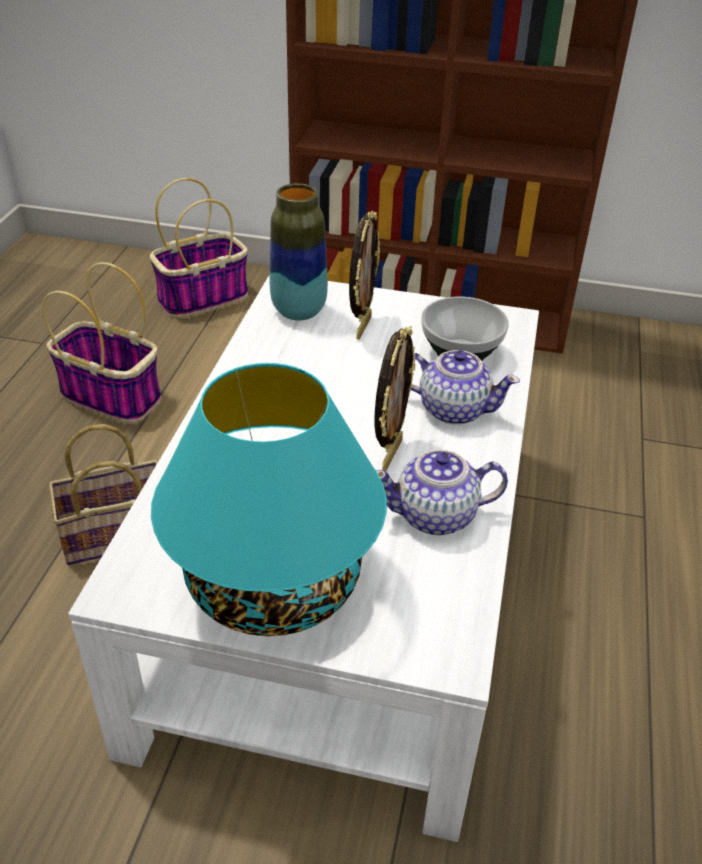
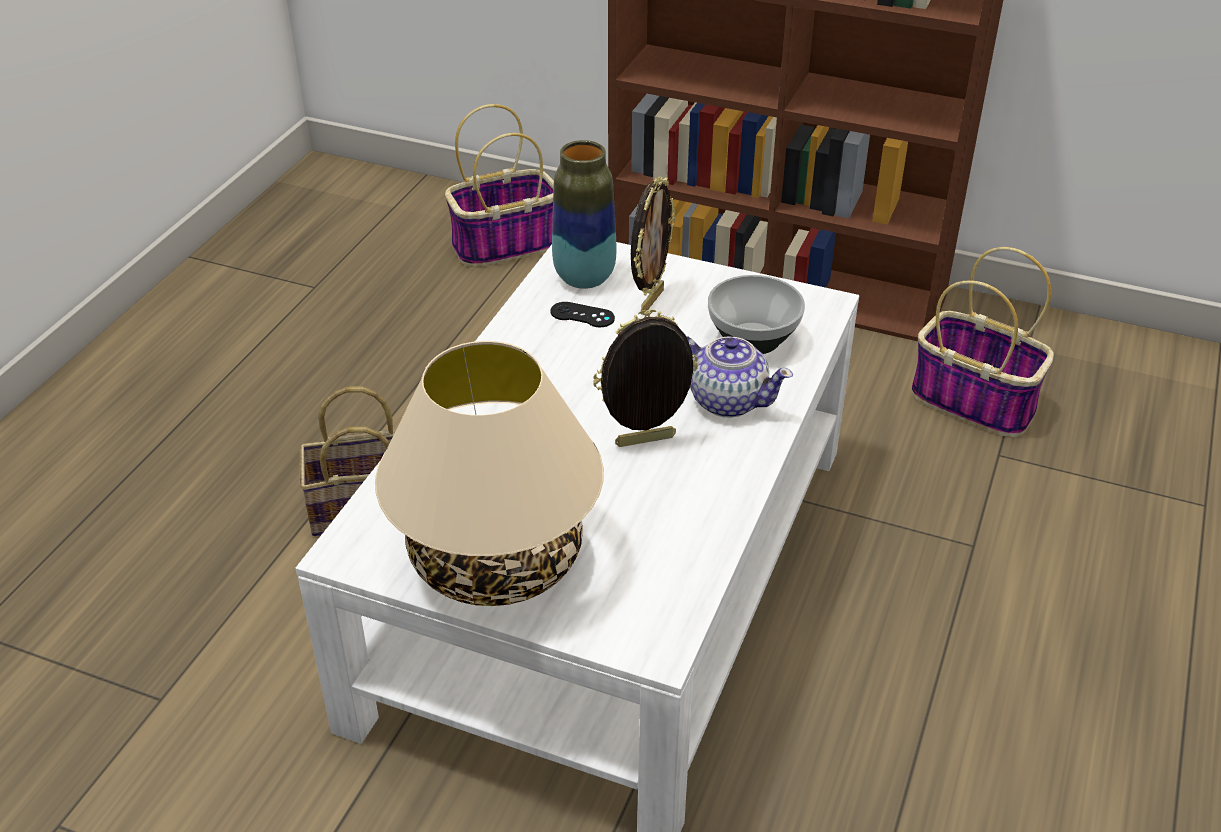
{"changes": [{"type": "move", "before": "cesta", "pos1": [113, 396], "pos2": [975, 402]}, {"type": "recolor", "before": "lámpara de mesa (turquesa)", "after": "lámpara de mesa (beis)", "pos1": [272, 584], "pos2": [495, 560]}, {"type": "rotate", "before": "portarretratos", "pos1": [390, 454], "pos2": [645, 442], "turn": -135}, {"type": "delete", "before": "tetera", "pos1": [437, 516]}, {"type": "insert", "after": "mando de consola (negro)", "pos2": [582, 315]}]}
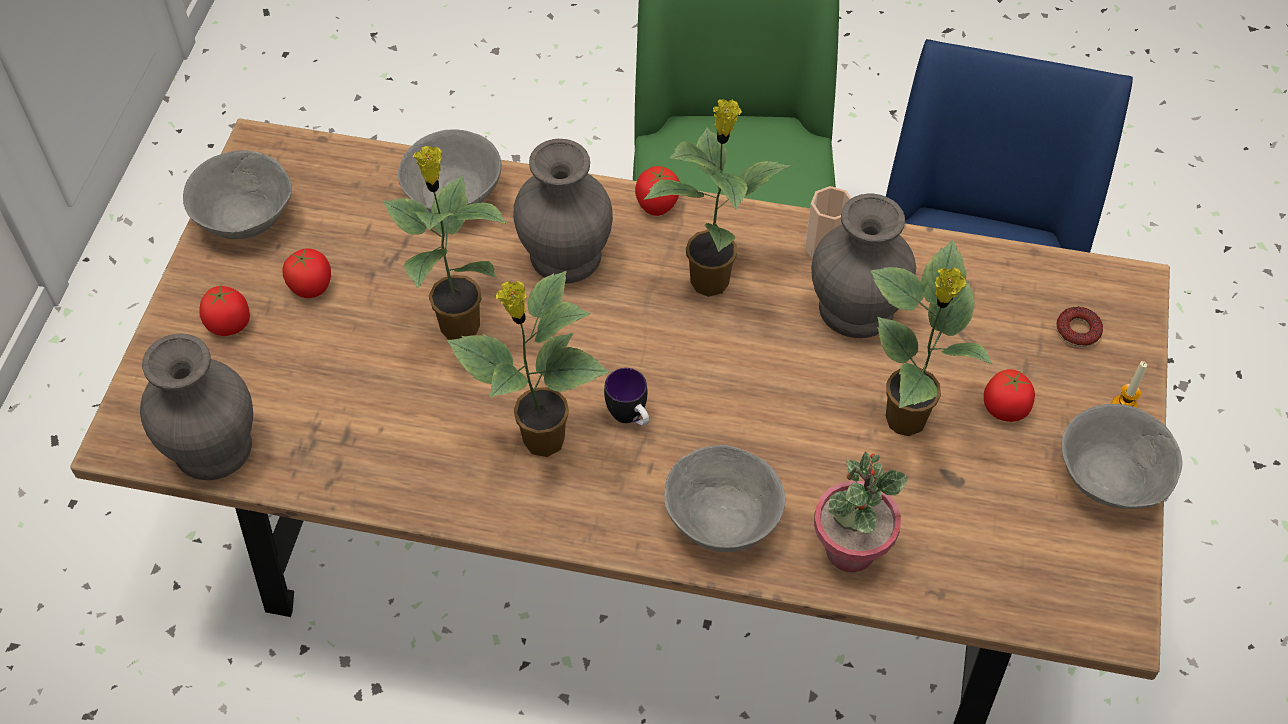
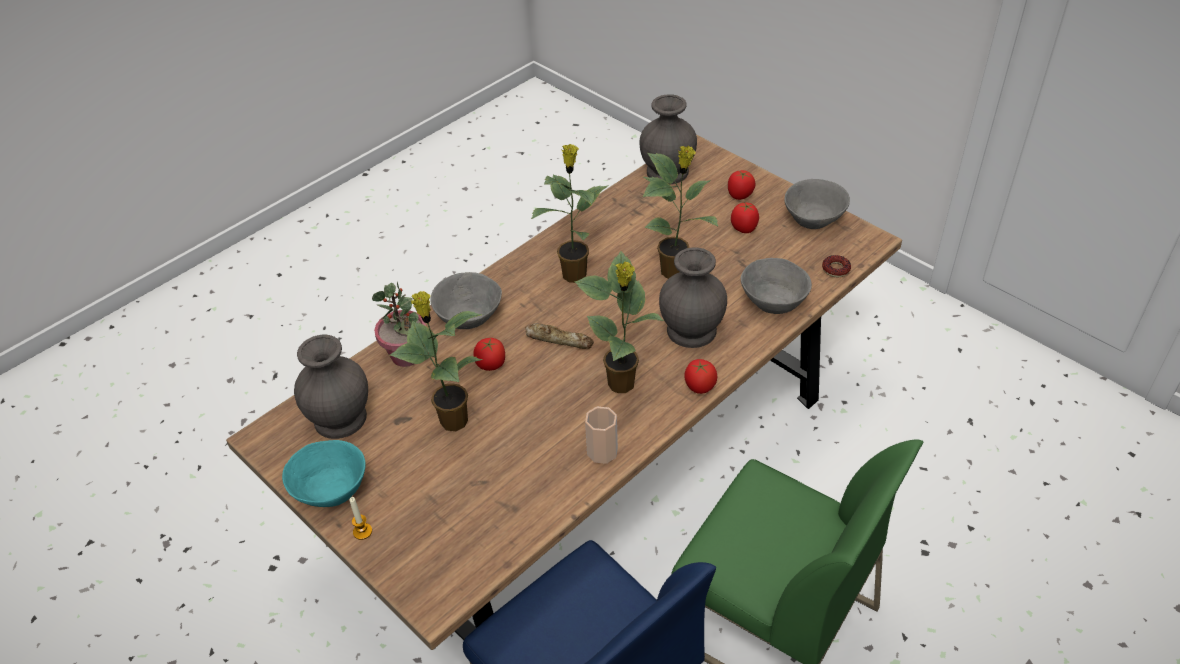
{"changes": [{"type": "delete", "before": "taza grande", "pos1": [630, 418]}, {"type": "move", "before": "florero (gris)", "pos1": [858, 309], "pos2": [338, 419]}, {"type": "move", "before": "tomate", "pos1": [1005, 409], "pos2": [490, 365]}, {"type": "move", "before": "rosquilla", "pos1": [1077, 330], "pos2": [836, 269]}, {"type": "recolor", "before": "cuenco (gris)", "after": "cuenco (turquesa)", "pos1": [1108, 479], "pos2": [332, 490]}, {"type": "insert", "after": "pan", "pos2": [559, 339]}]}
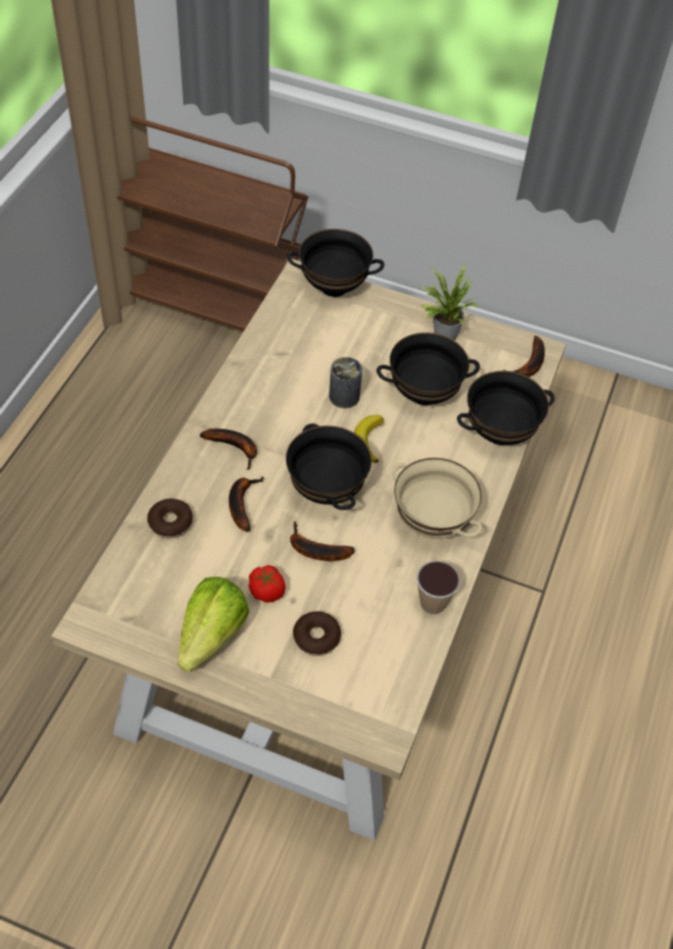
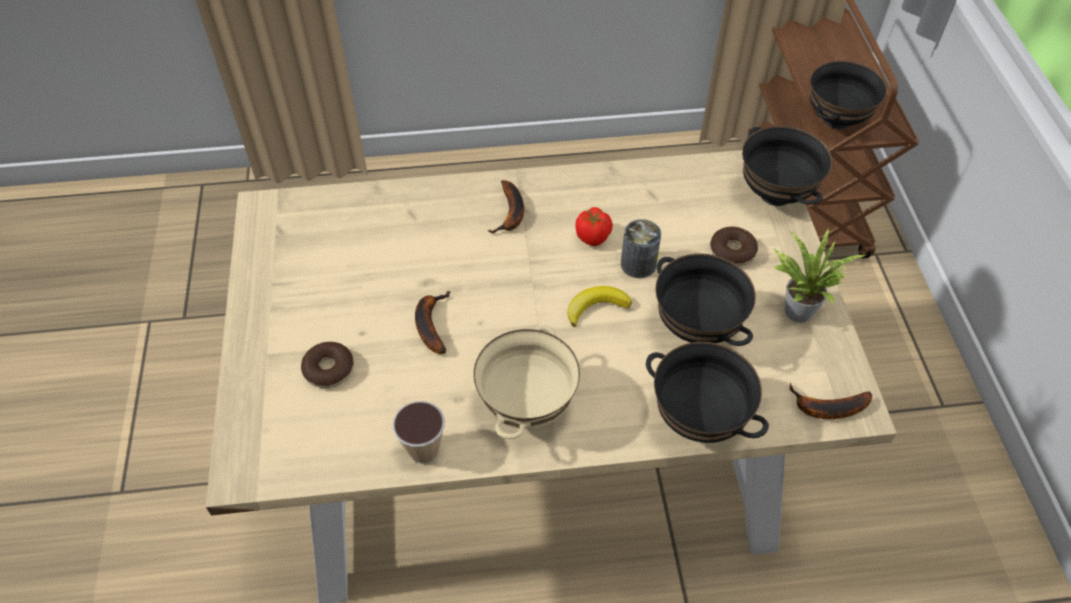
{"changes": [{"type": "move", "before": "rosquilla", "pos1": [170, 523], "pos2": [732, 251]}, {"type": "delete", "before": "lechuga", "pos1": [212, 636]}, {"type": "delete", "before": "plátano", "pos1": [241, 503]}, {"type": "move", "before": "tomate", "pos1": [267, 591], "pos2": [593, 237]}, {"type": "move", "before": "cuenco (negro)", "pos1": [327, 490], "pos2": [837, 120]}]}
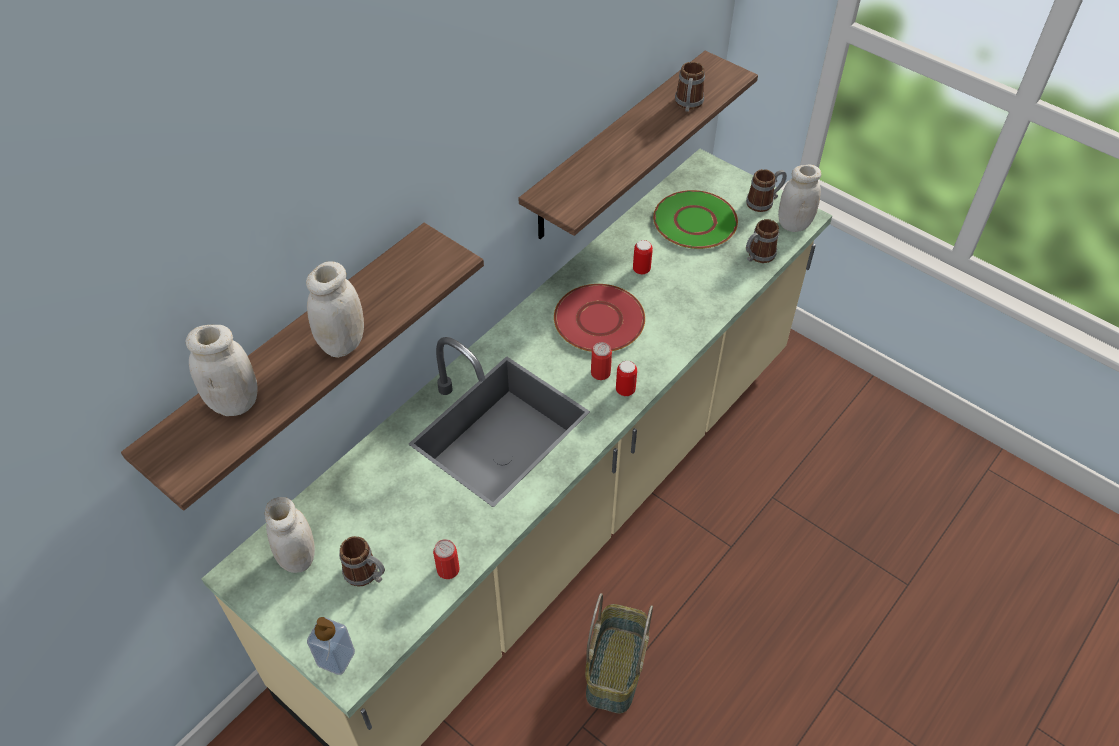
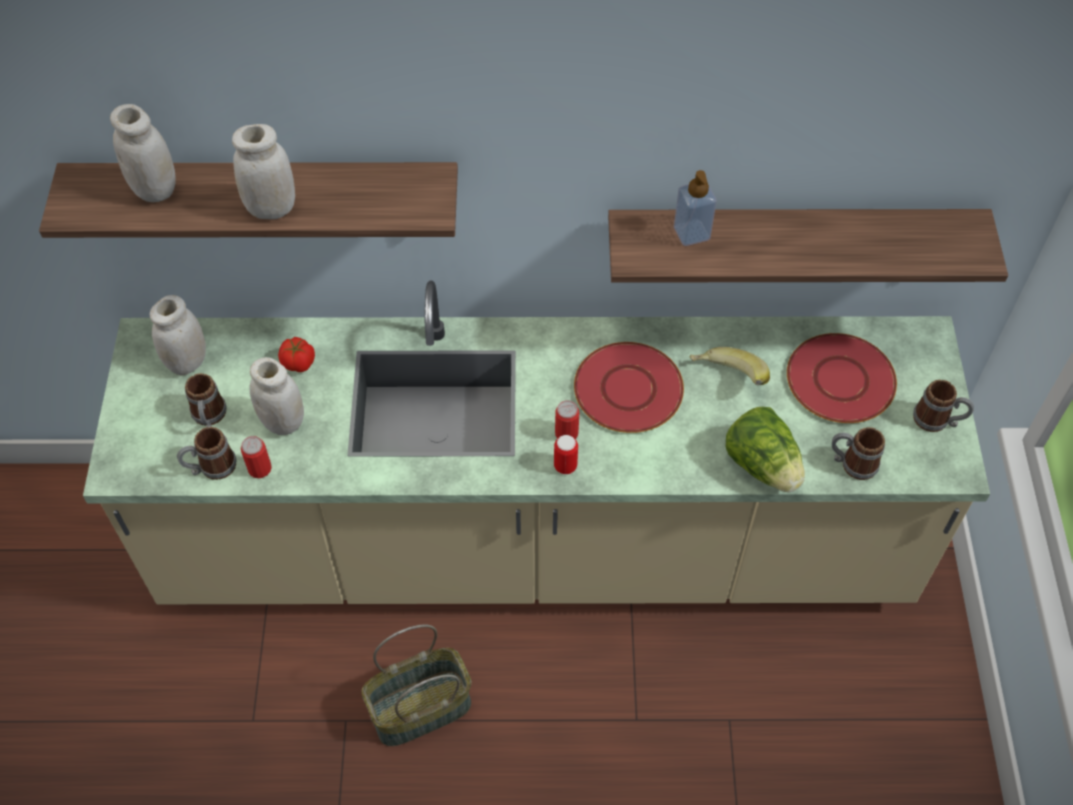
{"changes": [{"type": "move", "before": "dispensador de jabón", "pos1": [336, 658], "pos2": [691, 233]}, {"type": "replace", "before": "lata", "after": "plátano", "pos1": [641, 269], "pos2": [726, 379]}, {"type": "recolor", "before": "plato (verde)", "after": "plato (rojo)", "pos1": [694, 221], "pos2": [839, 379]}, {"type": "move", "before": "taza grande", "pos1": [688, 105], "pos2": [211, 468]}, {"type": "move", "before": "tarro (blanco)", "pos1": [794, 224], "pos2": [283, 421]}, {"type": "insert", "after": "tomate", "pos2": [299, 363]}, {"type": "insert", "after": "lechuga", "pos2": [763, 465]}]}
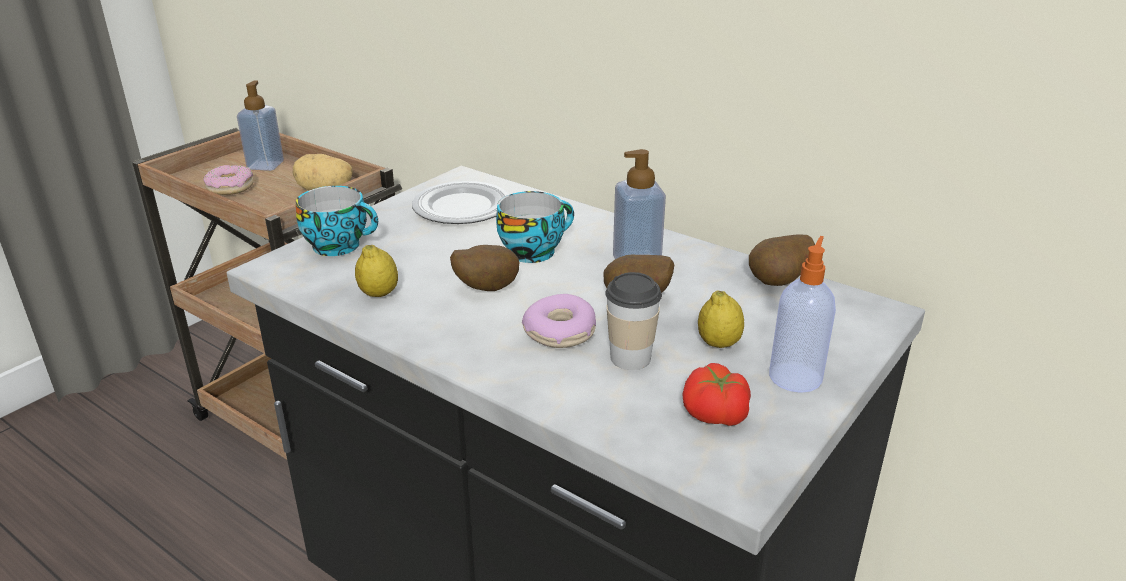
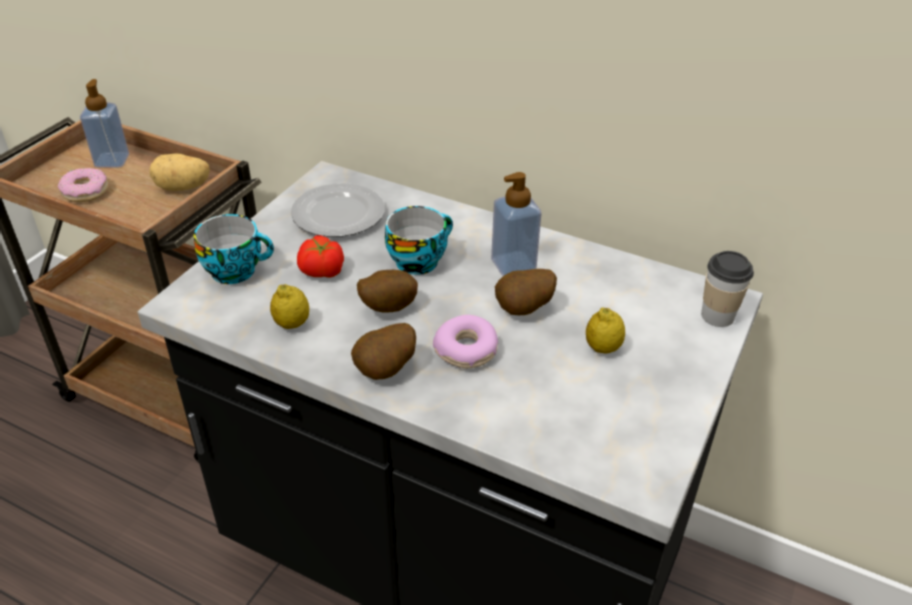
{"changes": [{"type": "move", "before": "taza", "pos1": [630, 358], "pos2": [717, 316]}, {"type": "move", "before": "tomate", "pos1": [714, 414], "pos2": [322, 271]}, {"type": "move", "before": "patata", "pos1": [779, 283], "pos2": [386, 371]}, {"type": "delete", "before": "dispensador de jabón", "pos1": [795, 376]}]}
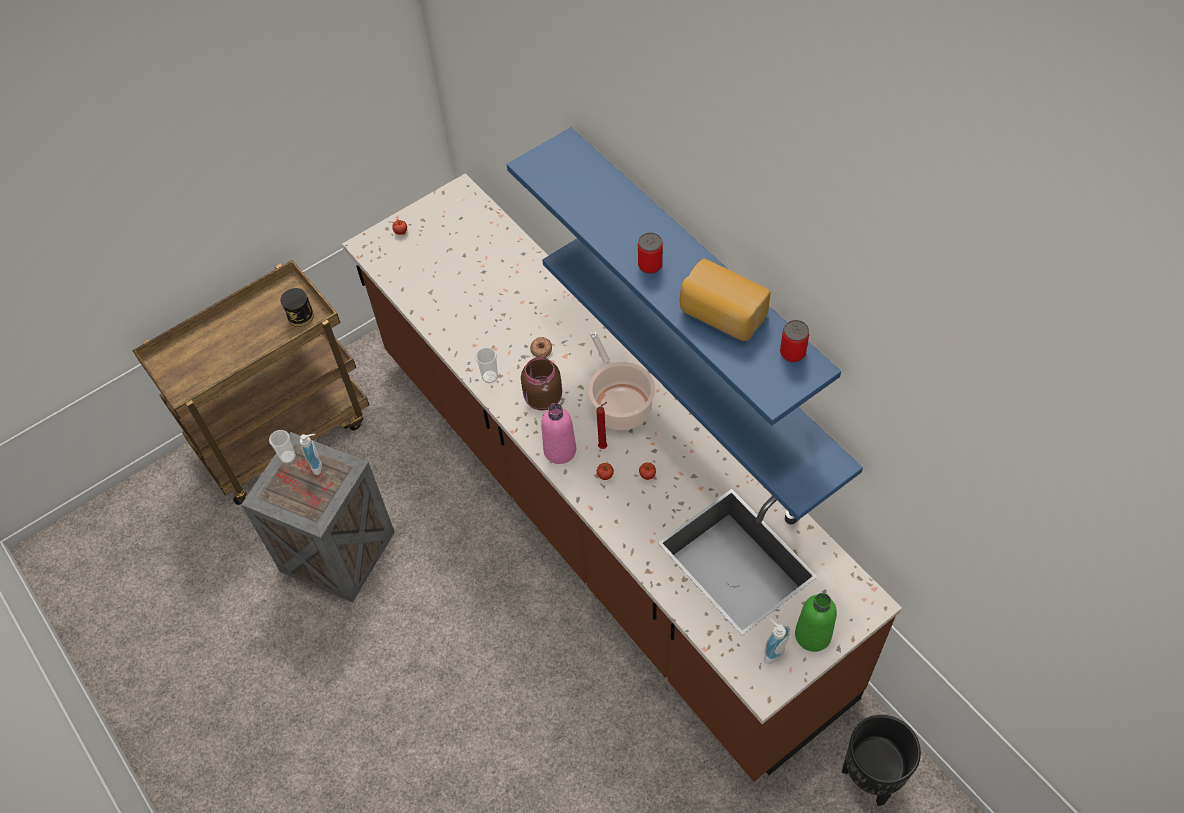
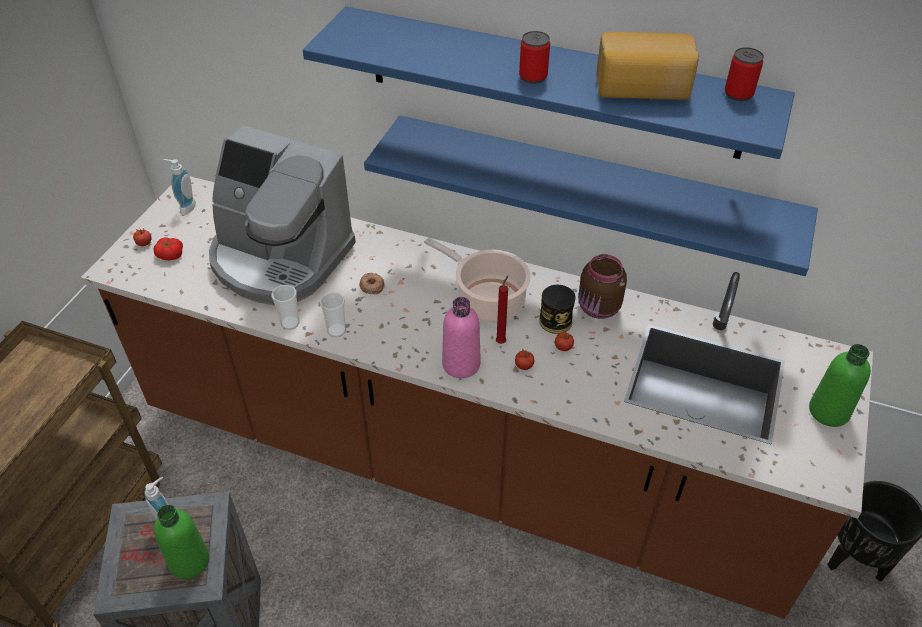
{"changes": [{"type": "move", "before": "taza", "pos1": [288, 457], "pos2": [290, 323]}, {"type": "move", "before": "lata", "pos1": [300, 316], "pos2": [555, 321]}, {"type": "move", "before": "tarro (marrón)", "pos1": [542, 399], "pos2": [598, 309]}, {"type": "move", "before": "dispensador de jabón", "pos1": [771, 651], "pos2": [185, 207]}, {"type": "insert", "after": "tomate", "pos2": [170, 255]}, {"type": "insert", "after": "botella (verde)", "pos2": [189, 561]}, {"type": "insert", "after": "cafetera", "pos2": [280, 259]}]}
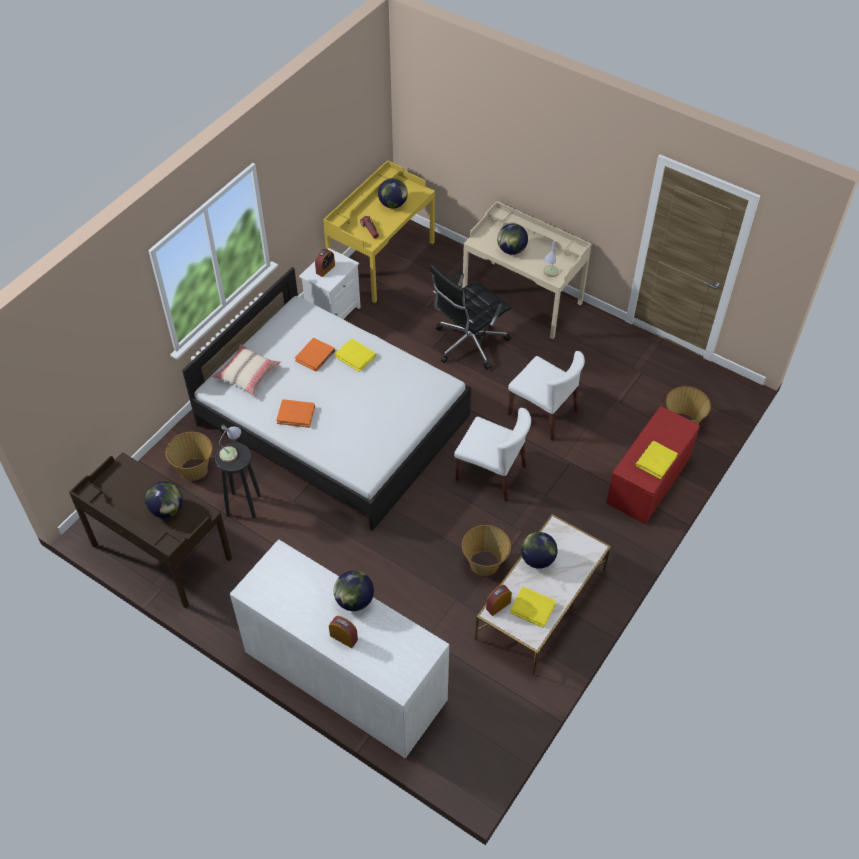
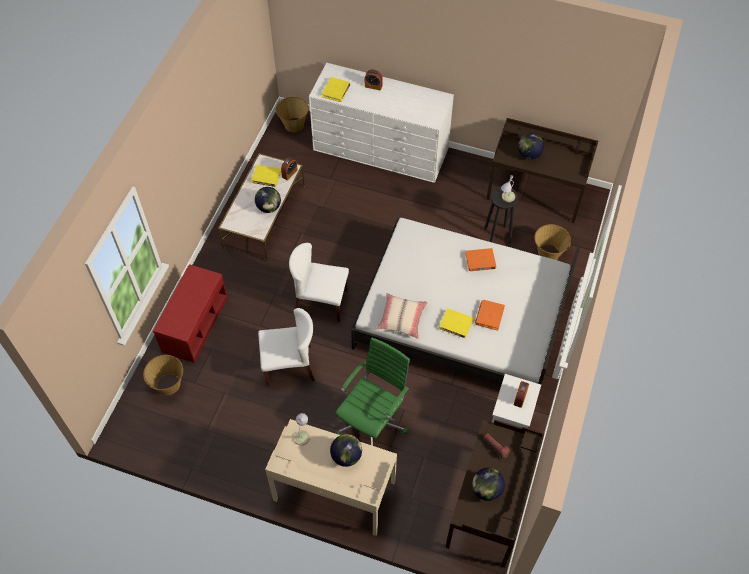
{"changes": [{"type": "move", "before": "cojín (beis)", "pos1": [247, 374], "pos2": [402, 319]}, {"type": "recolor", "before": "escritorio (amarillo)", "after": "escritorio (marrón)", "pos1": [381, 260], "pos2": [490, 506]}, {"type": "delete", "before": "globo terráqueo", "pos1": [354, 600]}, {"type": "recolor", "before": "silla de oficina (negro)", "after": "silla de oficina (verde)", "pos1": [468, 344], "pos2": [373, 422]}, {"type": "move", "before": "cesta", "pos1": [485, 563], "pos2": [293, 124]}, {"type": "rotate", "before": "silla (blanco)", "pos1": [543, 413], "pos2": [289, 365], "turn": 150}, {"type": "move", "before": "libro (amarillo)", "pos1": [655, 461], "pos2": [336, 91]}]}
